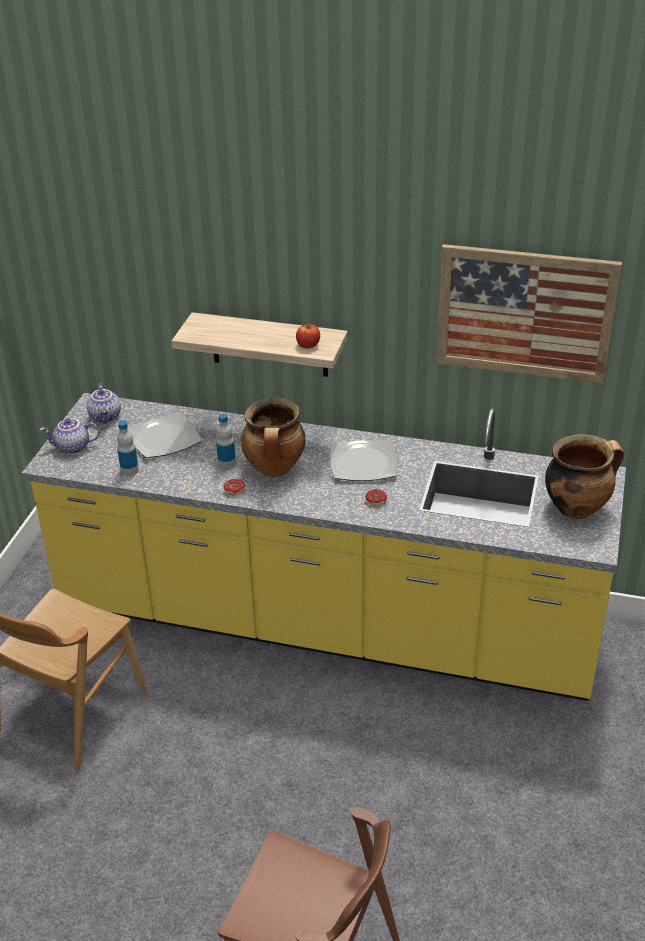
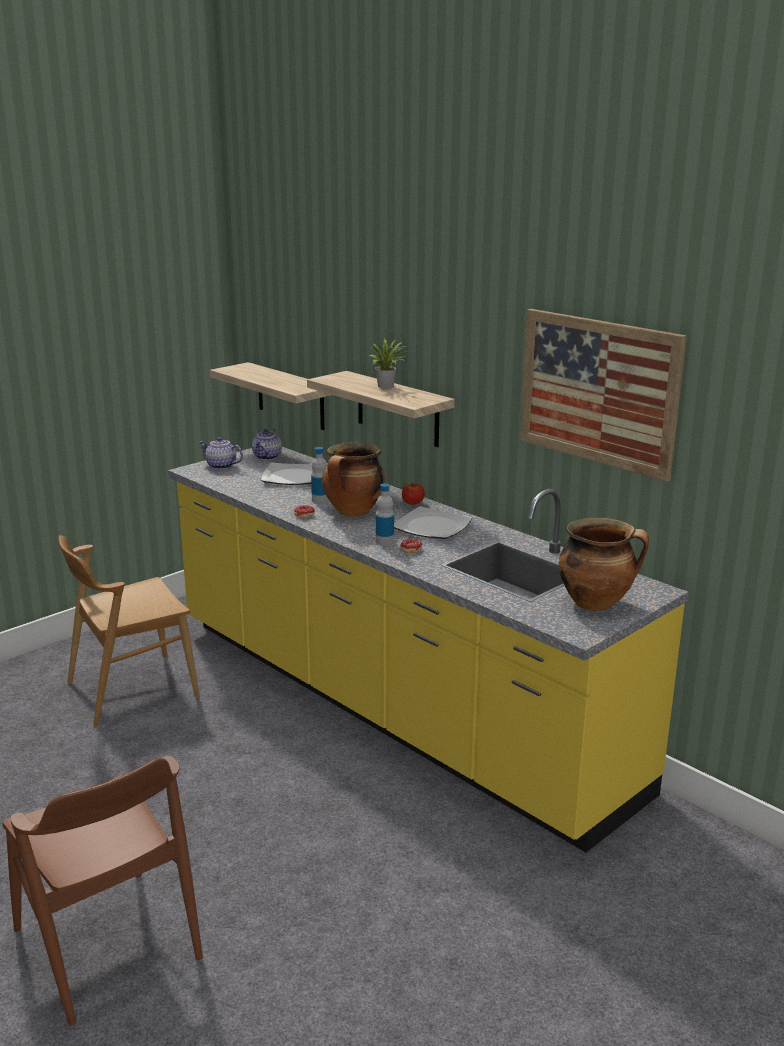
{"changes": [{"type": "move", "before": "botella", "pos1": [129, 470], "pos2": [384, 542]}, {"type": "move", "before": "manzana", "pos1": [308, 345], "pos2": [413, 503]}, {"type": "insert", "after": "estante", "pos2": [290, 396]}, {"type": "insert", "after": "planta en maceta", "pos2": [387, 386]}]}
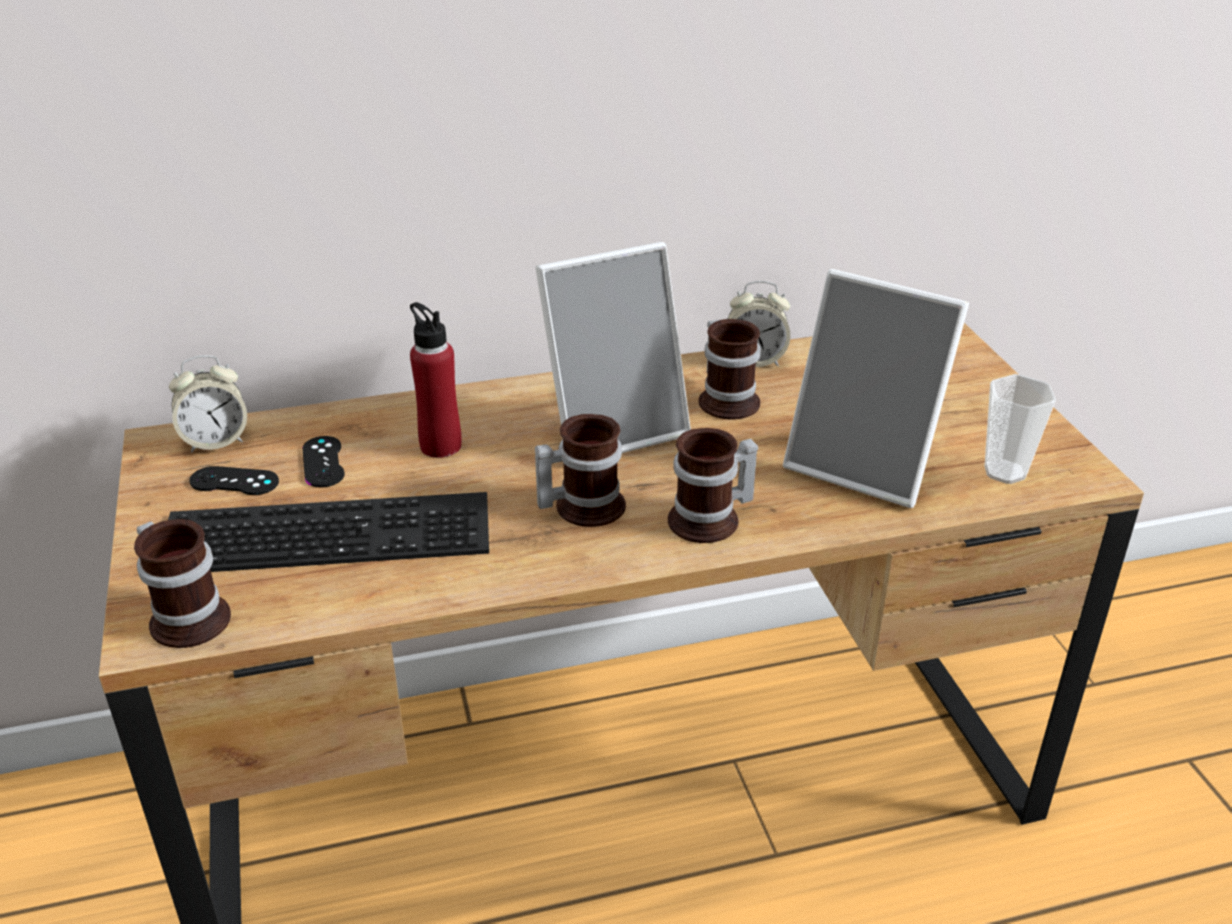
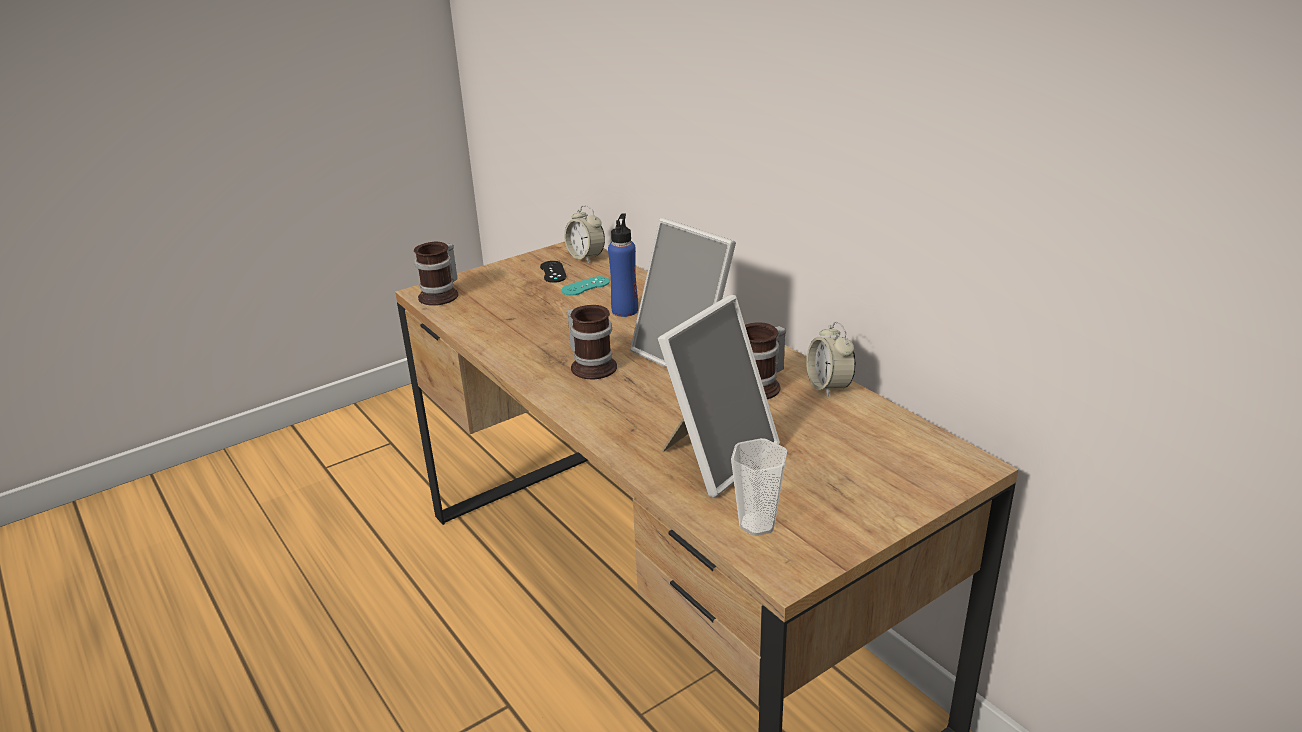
{"changes": [{"type": "delete", "before": "teclado", "pos1": [331, 529]}, {"type": "recolor", "before": "mando de consola (negro)", "after": "mando de consola (turquesa)", "pos1": [323, 462], "pos2": [585, 286]}, {"type": "recolor", "before": "botella (rojo)", "after": "botella (azul)", "pos1": [440, 446], "pos2": [625, 310]}, {"type": "delete", "before": "taza grande", "pos1": [711, 521]}, {"type": "rotate", "before": "portarretratos", "pos1": [865, 465], "pos2": [716, 457], "turn": -150}]}
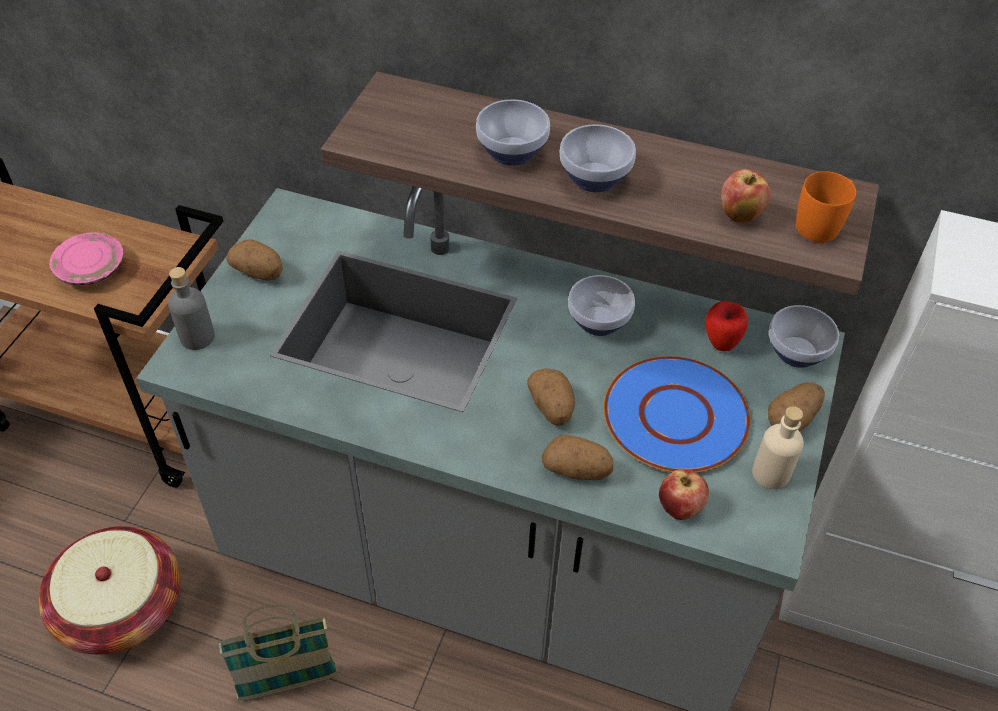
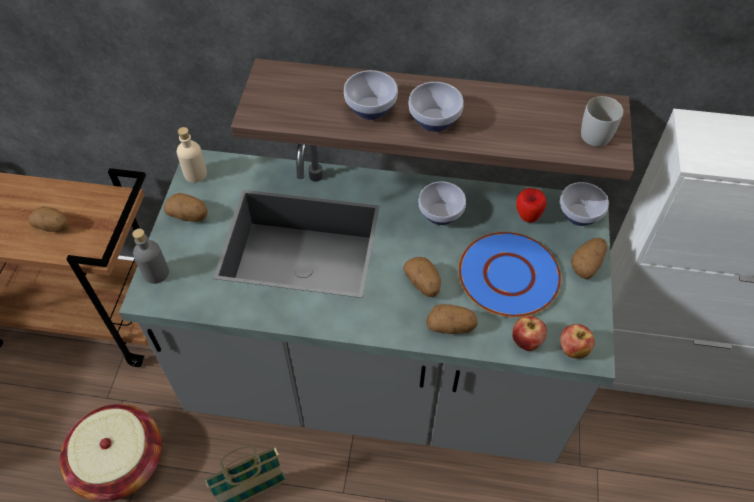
{"changes": [{"type": "replace", "before": "plato (rosa)", "after": "patata", "pos1": [91, 268], "pos2": [53, 226]}, {"type": "move", "before": "manzana", "pos1": [739, 215], "pos2": [572, 350]}, {"type": "move", "before": "botella (beis)", "pos1": [771, 473], "pos2": [195, 174]}, {"type": "recolor", "before": "taza grande (naranja)", "after": "taza grande (blanco)", "pos1": [822, 224], "pos2": [598, 132]}]}
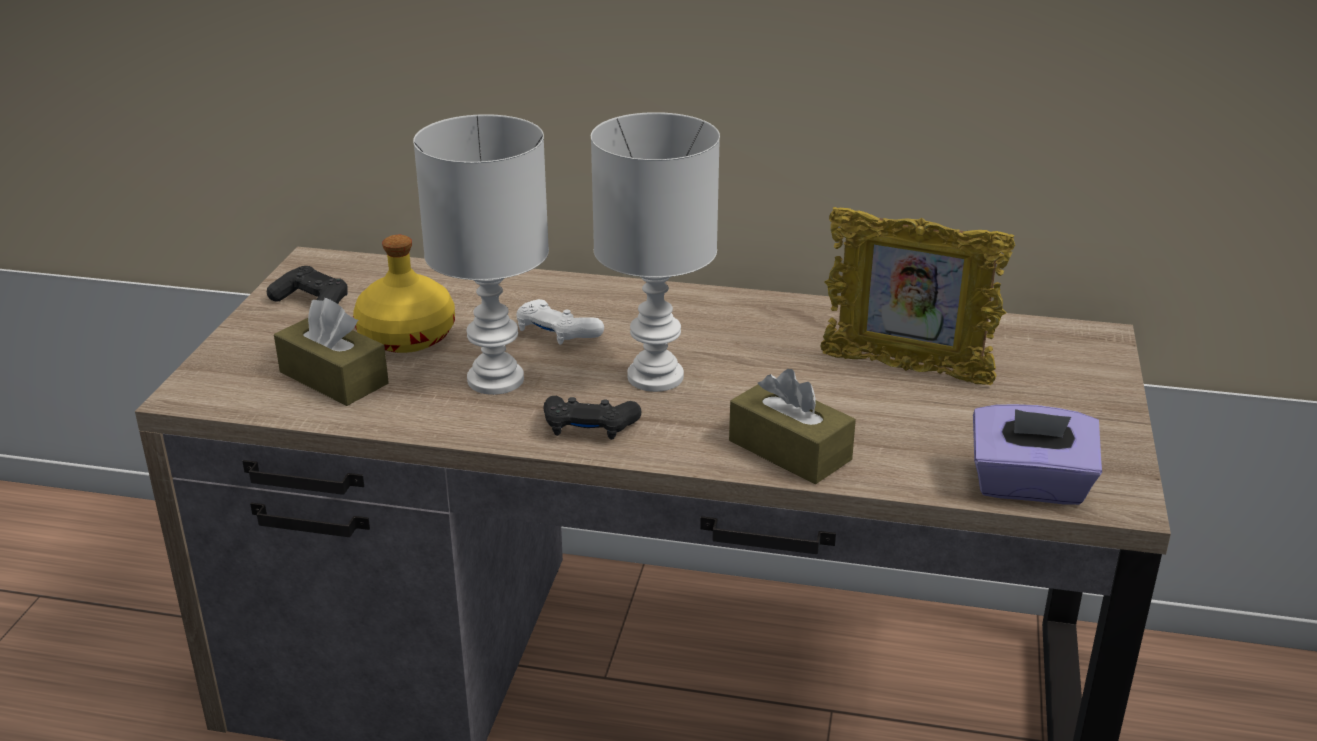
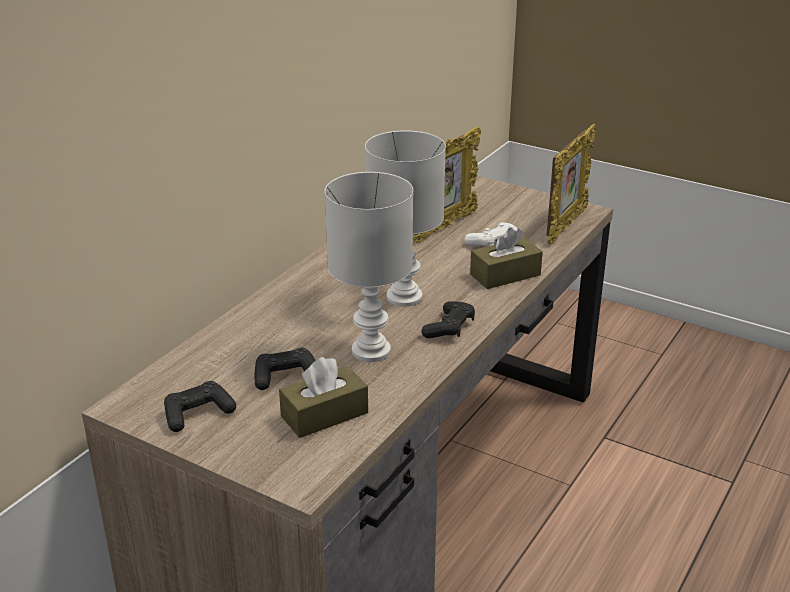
{"changes": [{"type": "replace", "before": "botella (amarillo)", "after": "mando de consola (negro)", "pos1": [408, 336], "pos2": [286, 377]}, {"type": "move", "before": "mando de consola (blanco)", "pos1": [556, 333], "pos2": [493, 243]}, {"type": "replace", "before": "caja de pañuelos (morado)", "after": "portarretratos", "pos1": [1029, 486], "pos2": [566, 226]}]}
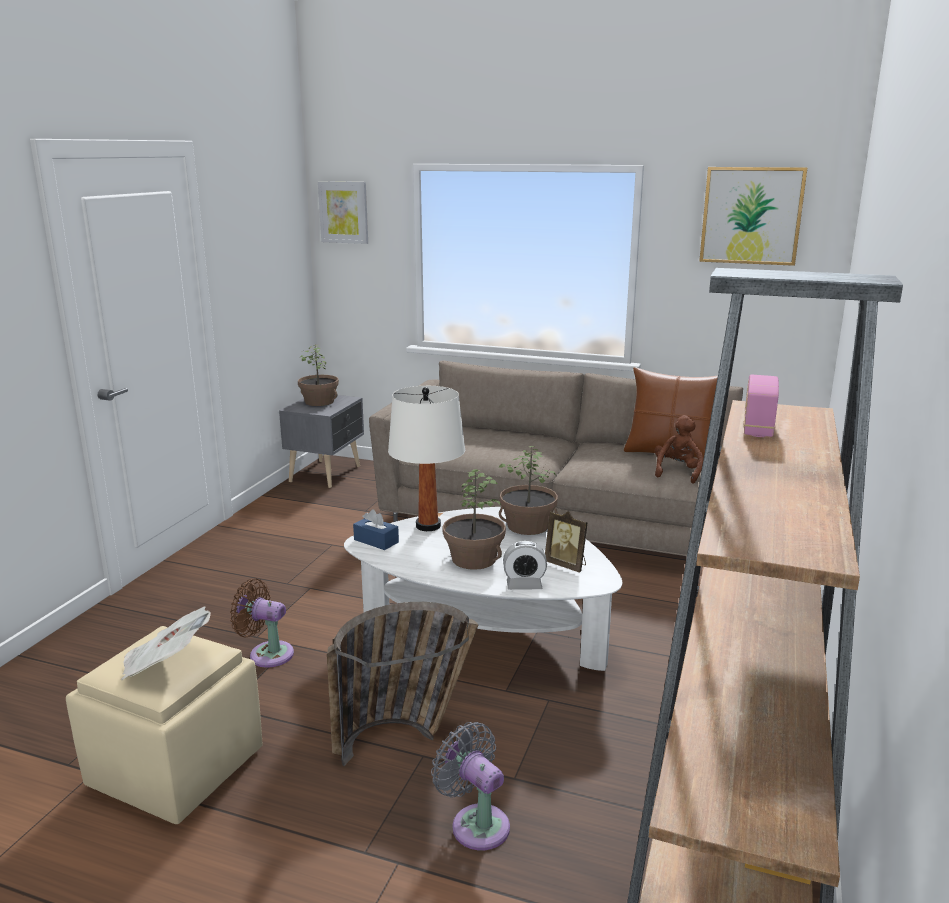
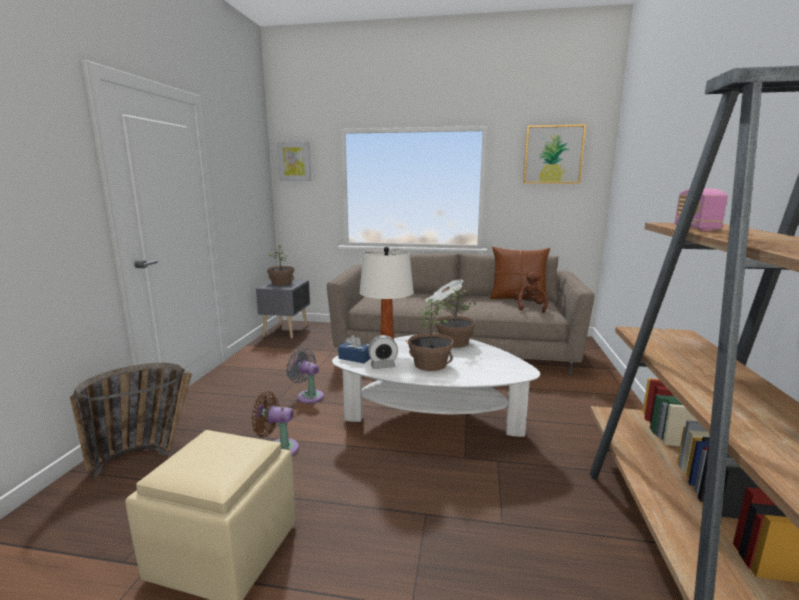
{"changes": [{"type": "move", "before": "periódico", "pos1": [166, 664], "pos2": [443, 301]}, {"type": "move", "before": "cesta", "pos1": [403, 737], "pos2": [147, 456]}, {"type": "move", "before": "ventilador (gris)", "pos1": [476, 823], "pos2": [308, 396]}, {"type": "move", "before": "despertador", "pos1": [524, 585], "pos2": [383, 366]}, {"type": "delete", "before": "portarretratos", "pos1": [567, 565]}]}
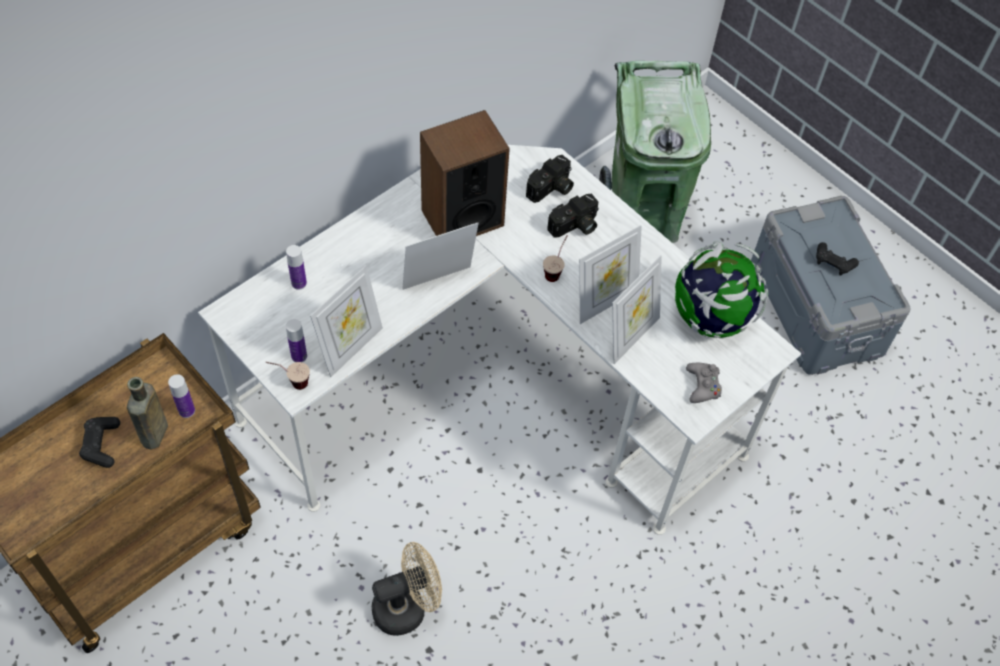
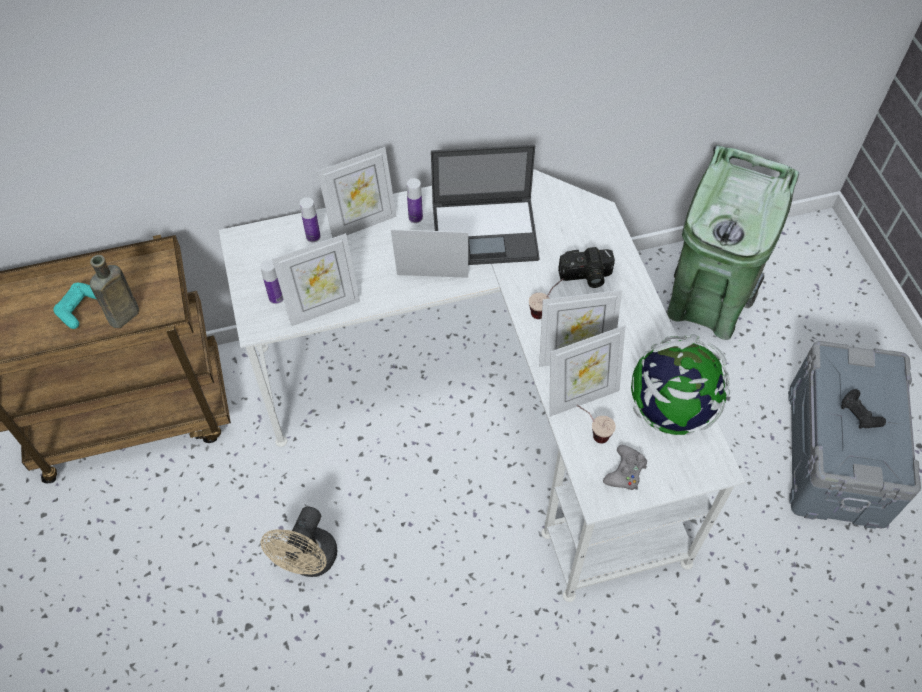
{"changes": [{"type": "recolor", "before": "mando de consola (negro)", "after": "mando de consola (turquesa)", "pos1": [101, 445], "pos2": [79, 308]}, {"type": "move", "before": "botella", "pos1": [186, 410], "pos2": [415, 217]}, {"type": "move", "before": "taza", "pos1": [290, 382], "pos2": [592, 432]}, {"type": "rotate", "before": "ventilador (beis)", "pos1": [407, 606], "pos2": [309, 562], "turn": 105}, {"type": "replace", "before": "altavoz", "after": "portátil", "pos1": [462, 217], "pos2": [486, 231]}, {"type": "delete", "before": "cámara", "pos1": [551, 189]}, {"type": "insert", "after": "portarretratos", "pos2": [362, 223]}]}
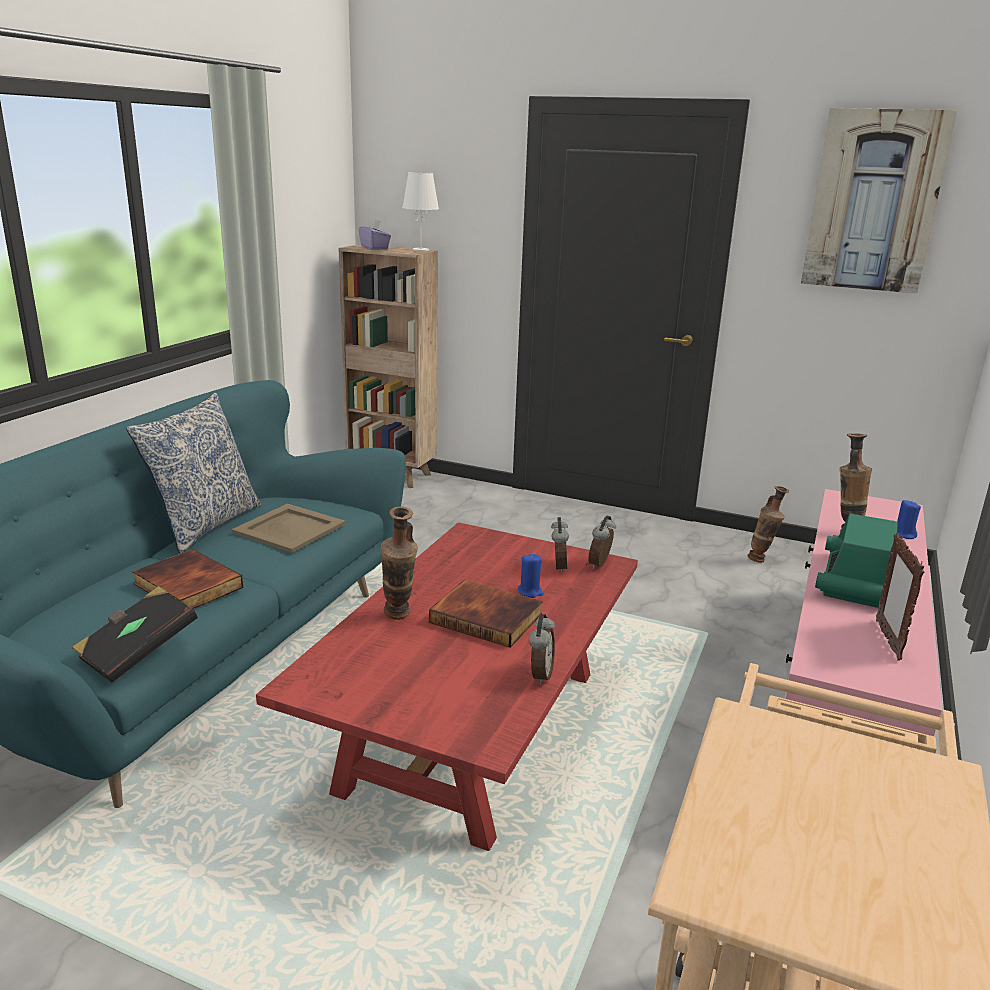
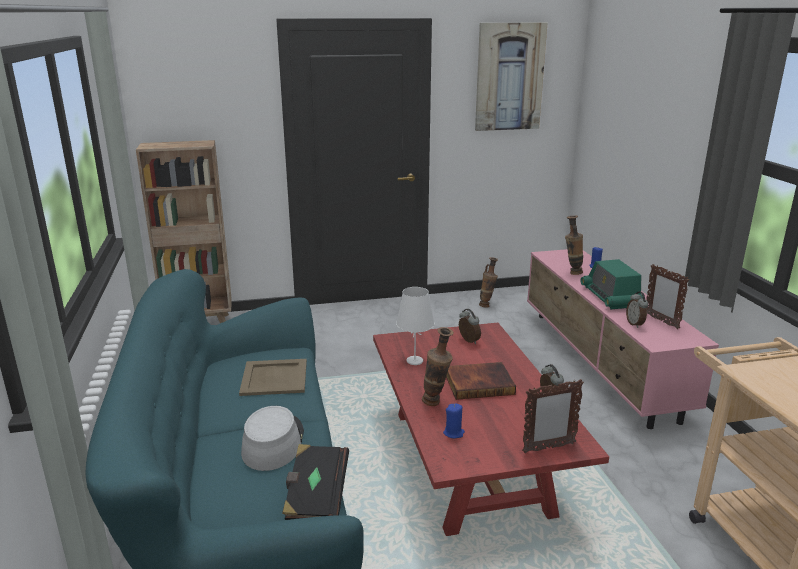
{"changes": [{"type": "delete", "before": "cojín", "pos1": [204, 524]}, {"type": "replace", "before": "libro", "after": "sombrero (gris)", "pos1": [186, 586], "pos2": [273, 442]}, {"type": "delete", "before": "caja de pañuelos (morado)", "pos1": [375, 248]}, {"type": "move", "before": "lámpara de mesa (blanco)", "pos1": [420, 250], "pos2": [415, 361]}, {"type": "move", "before": "vela (azul)", "pos1": [530, 592], "pos2": [454, 433]}, {"type": "move", "before": "despertador", "pos1": [600, 564], "pos2": [635, 324]}, {"type": "insert", "after": "portarretratos", "pos2": [548, 448]}]}
